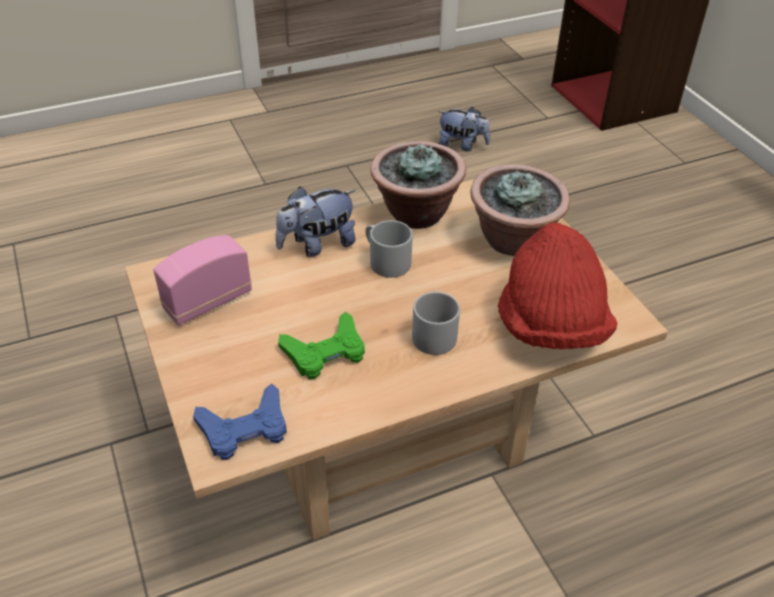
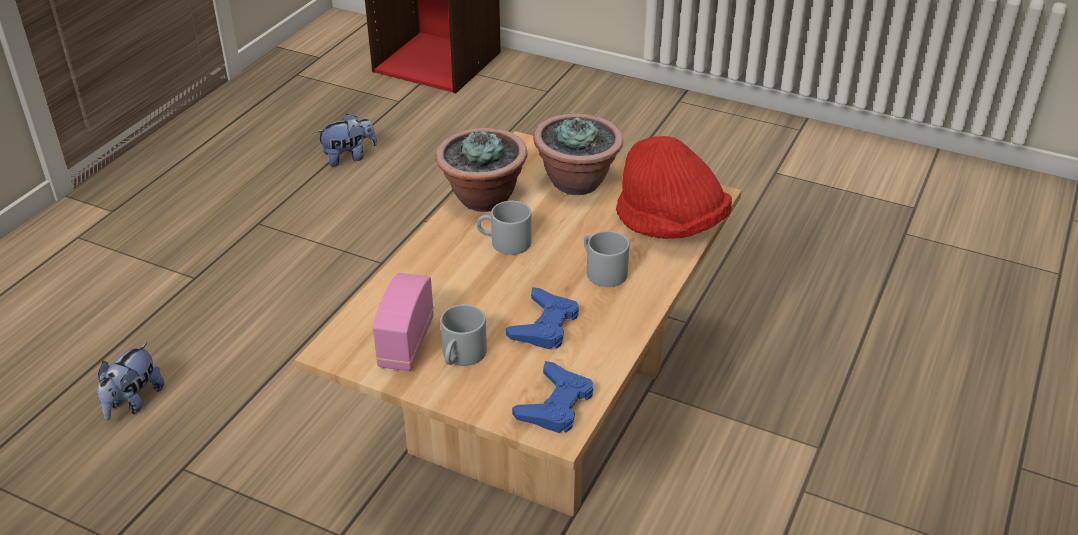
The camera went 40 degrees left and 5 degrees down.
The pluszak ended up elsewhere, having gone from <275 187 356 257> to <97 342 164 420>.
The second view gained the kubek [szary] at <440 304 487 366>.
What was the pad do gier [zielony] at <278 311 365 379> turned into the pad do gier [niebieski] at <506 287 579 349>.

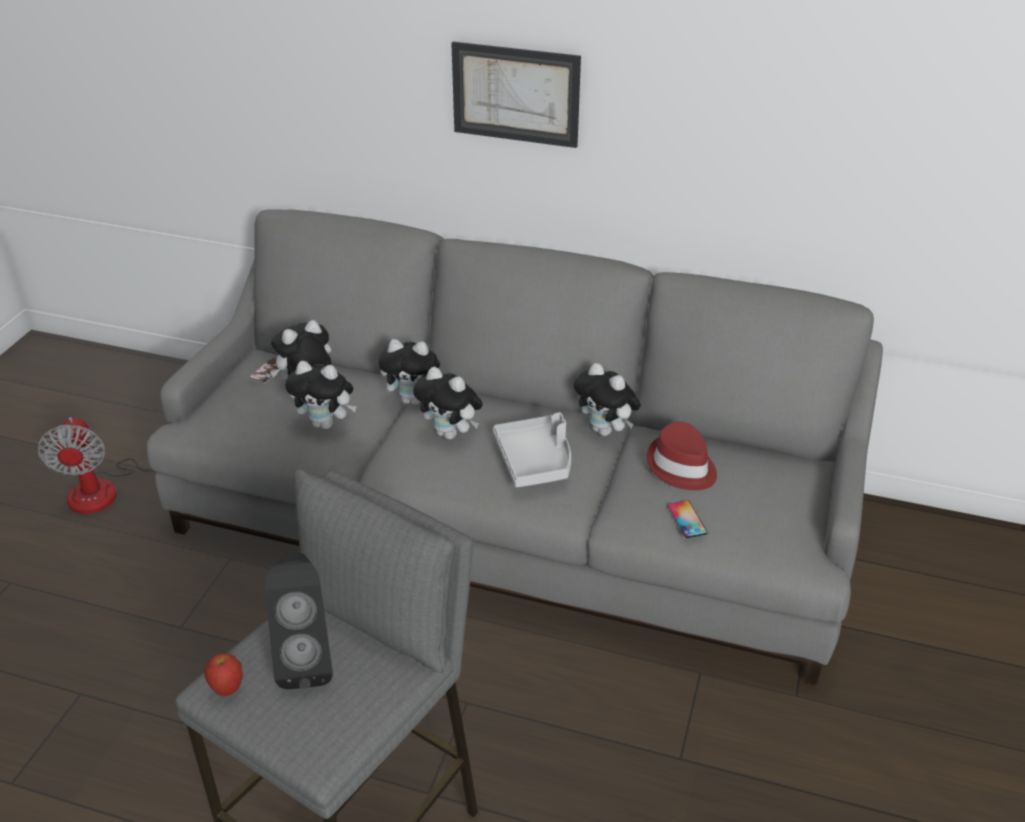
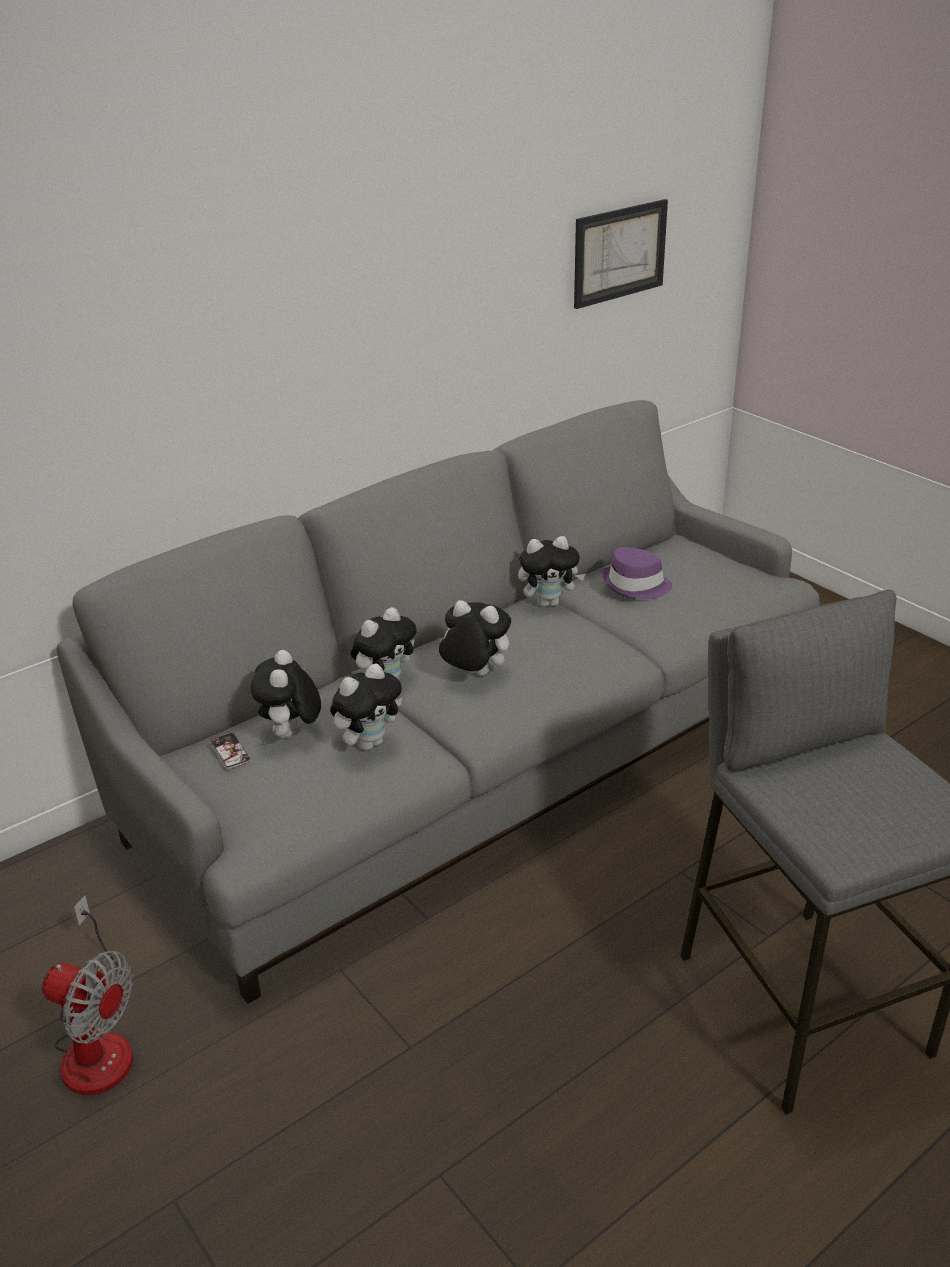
The camera went 55 degrees left and 5 degrees down.
The pluszak at <413 367 483 440> ended up facing another way, 135 degrees counterclockwise from before.
The obraz ended up elsewhere, having gone from <451 42 581 148> to <574 199 668 309>.
What was the kapelusz [czerwony] at <647 422 717 490> turned into the kapelusz [fioletowy] at <602 547 672 599>.
The second view lost the jabłko at <204 653 243 696>.
The second view lost the głośnik [czarny] at <265 552 333 689>.
The second view lost the taca [szary] at <493 412 571 488>.
The second view lost the telefon at <668 500 708 538>.

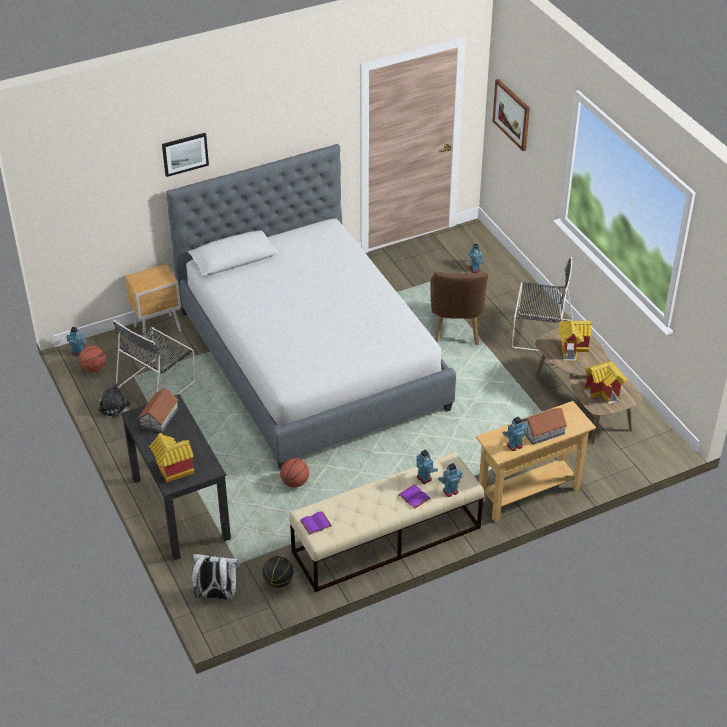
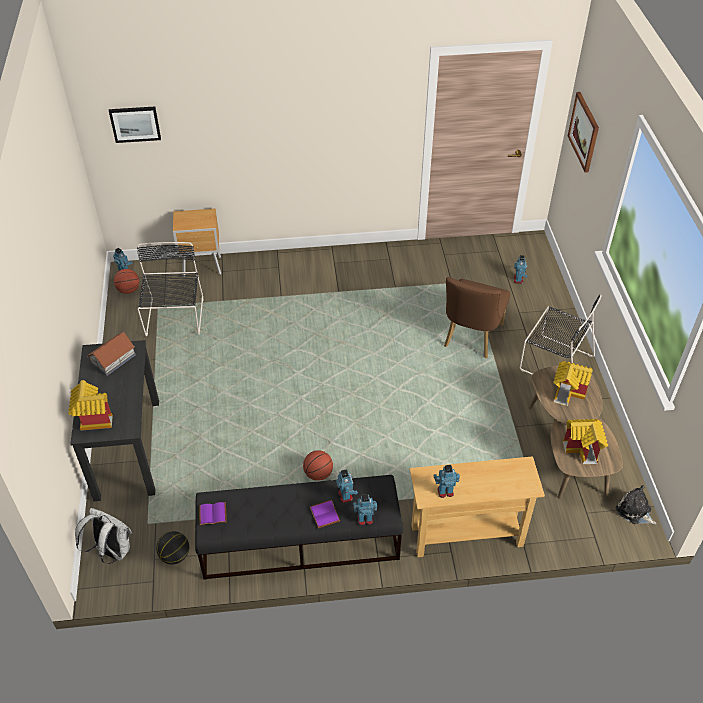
The camera went 20 degrees right and 5 degrees up.
The obraz ended up elsewhere, having gone from <162 133 209 177> to <109 106 161 143>.
The krzesło [czarny] at <113 320 196 394> ended up facing another way, 120 degrees clockwise from before.
What was the ławka [beżowy] at <289 452 484 592> turned into the ławka [czarny] at <195 475 403 580>.
The piłka do koszykówki ended up elsewhere, having gone from <280 458 309 487> to <303 450 333 481>.
The pluszak ended up elsewhere, having gone from <99 383 130 418> to <616 485 657 525>.
The second view lost the łóżko at <166 144 456 469>.
The second view lost the domek at <521 408 567 445>.

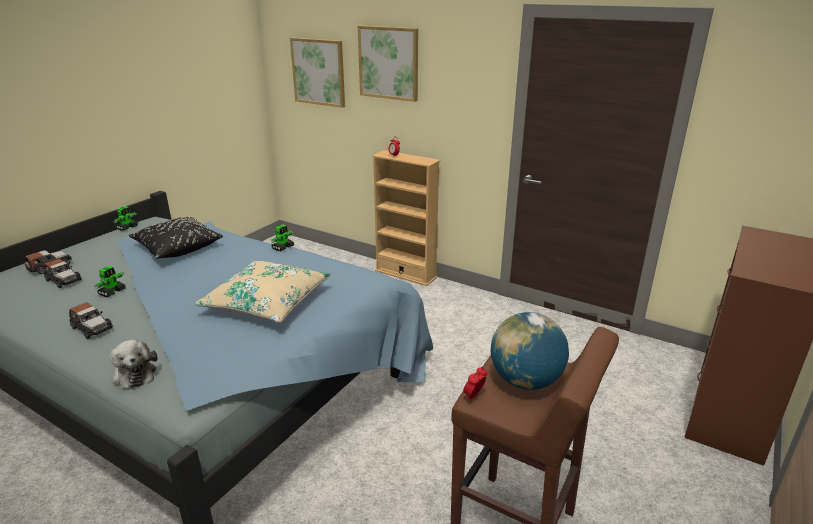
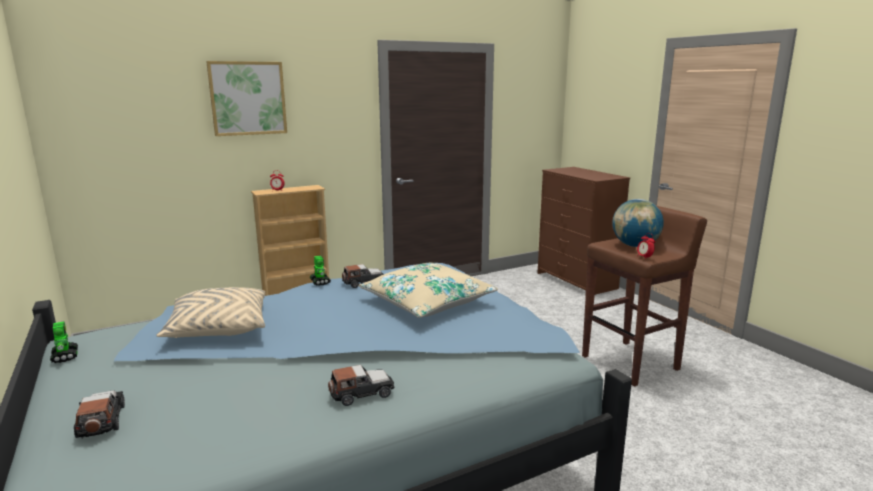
The camera went 60 degrees left and 10 degrees down.
What was the poduszka [czarny] at <129 217 223 259> turned into the poduszka [beżowy] at <156 287 266 338>.
The samochodzik ended up elsewhere, having gone from <44 259 82 288> to <342 264 384 288>.
The second view lost the robot zabawkowy at <95 266 126 297>.
The second view lost the pluszak at <109 340 157 389>.
The second view lost the obraz at <290 38 345 108>.

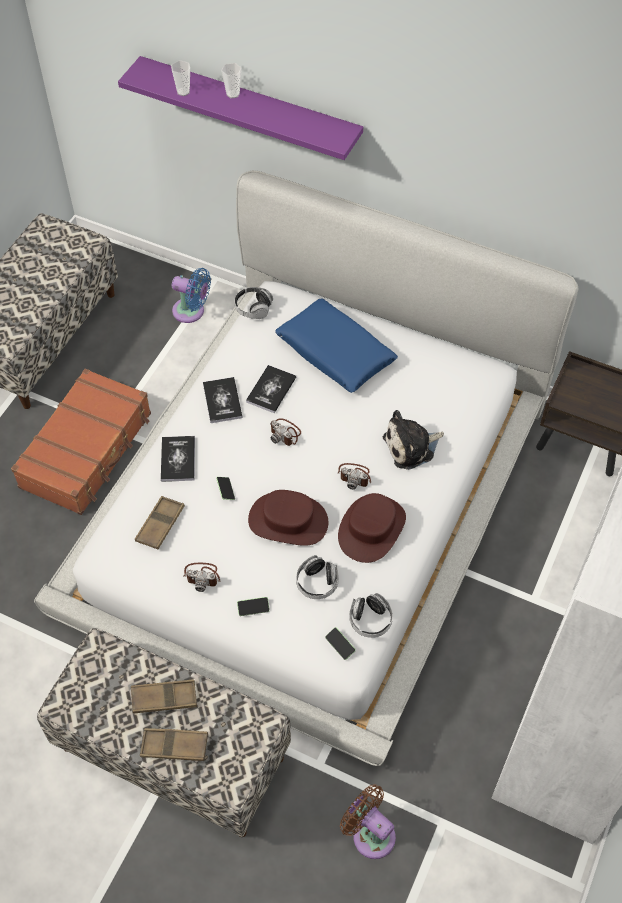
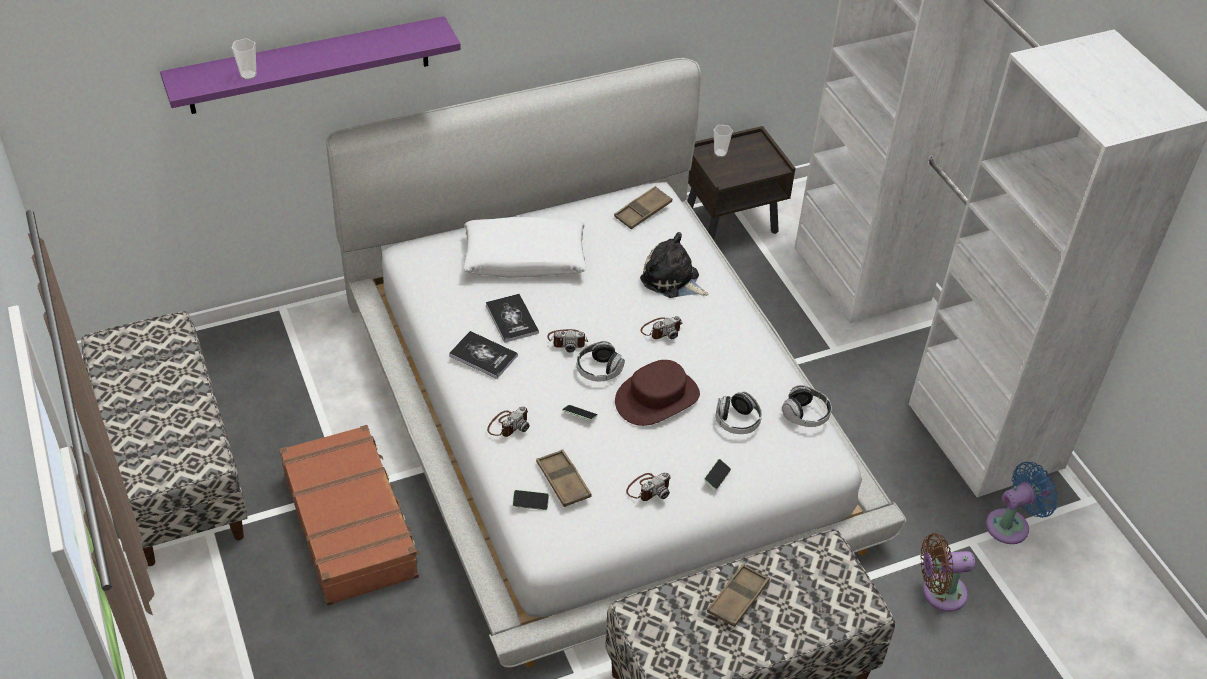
The camera went 50 degrees left and 10 degrees down.
What was the poduszka [niebieski] at <275 299 398 393> turned into the poduszka [biały] at <462 217 587 278>.
Where the książka stood at <161 436 195 482>, the aparat fotograficzny came to stand at <487 406 529 437>.
The telefon ended up elsewhere, having gone from <325 627 356 660> to <512 490 549 510>.
The słuchawki ended up elsewhere, having gone from <234 287 273 319> to <577 341 625 381>.
The taca [brązowy] ended up elsewhere, having gone from <140 728 208 761> to <614 186 672 229>.
The pluszak at <383 410 444 470> ended up facing another way, 105 degrees clockwise from before.
The filiżanka ended up elsewhere, having gone from <221 63 242 99> to <714 125 733 157>.
The wentylator [niebieski] ended up elsewhere, having gone from <172 268 211 323> to <986 462 1058 544>.
The second view lost the kapelusz [brązowy] at <338 493 406 563>.

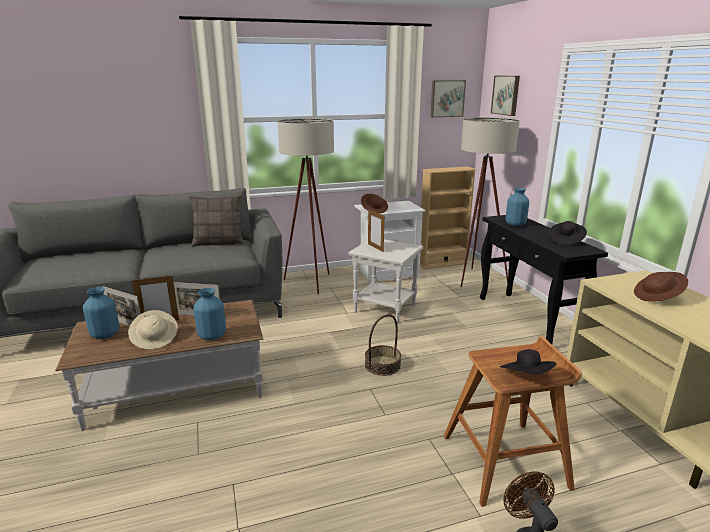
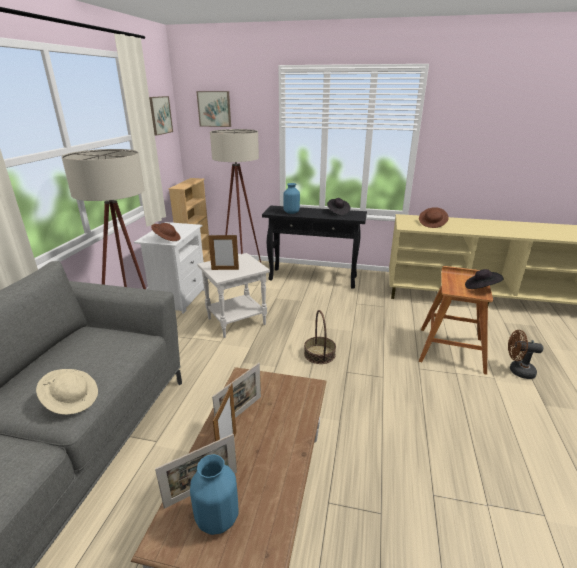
The camera went 60 degrees left and 5 degrees up.
The kapelusz [beżowy] ended up elsewhere, having gone from <128 310 178 350> to <36 369 98 415>.
The second view lost the poduszka at <189 194 244 247>.
The second view lost the wazon [niebieski] at <193 288 226 340>.

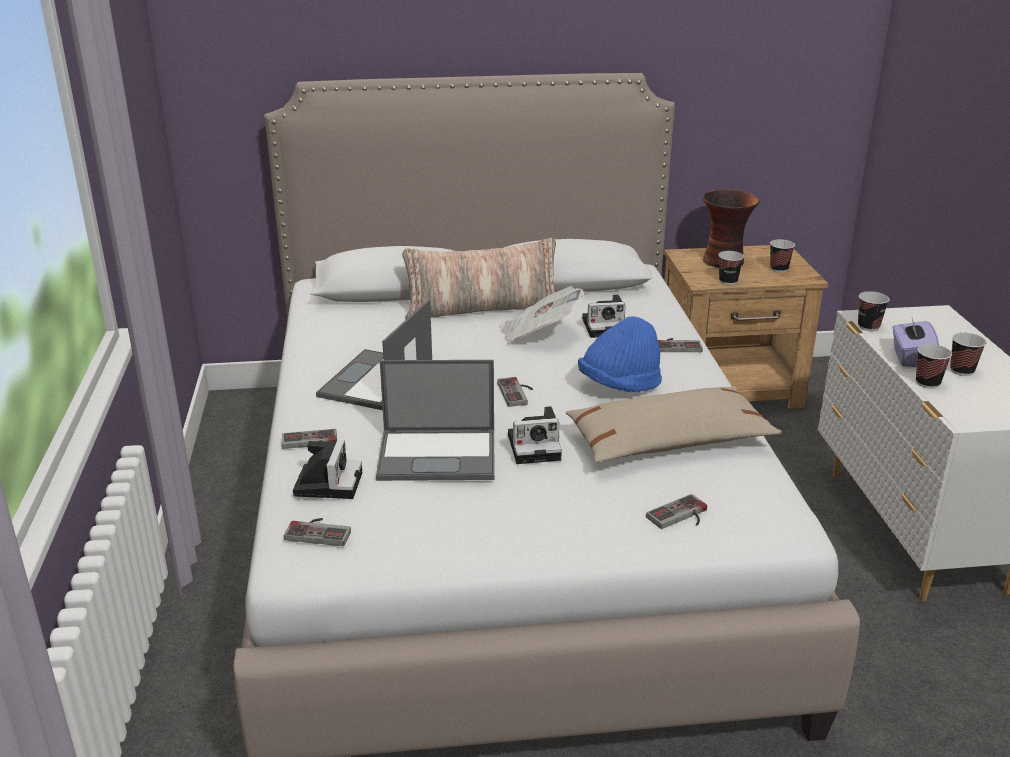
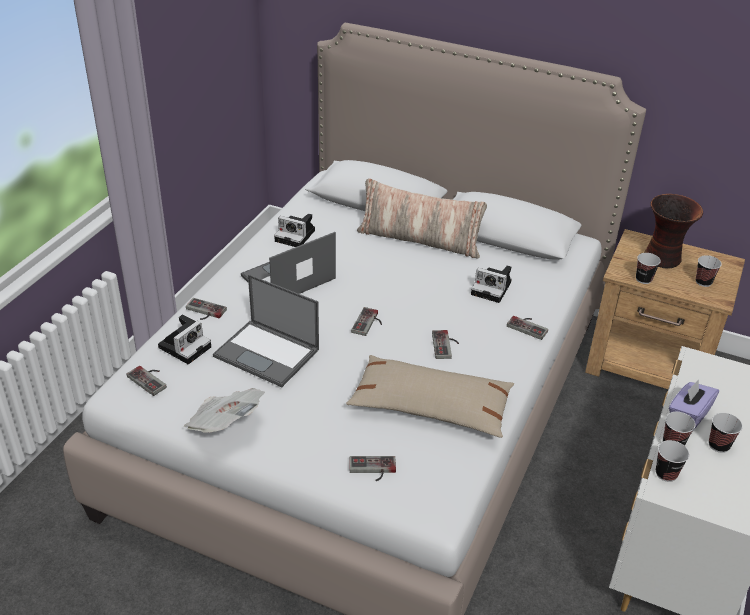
The camera went 30 degrees right and 10 degrees up.
The gazeta ended up elsewhere, having gone from <499 286 584 342> to <183 388 265 433>.
The aparat fotograficzny ended up elsewhere, having gone from <508 406 562 464> to <274 214 315 247>.
Where the kapelusz [niebieski] stood at <578 316 662 392>, the pad do gier came to stand at <432 330 459 359>.
The filiżanka ended up elsewhere, having gone from <858 291 889 331> to <656 440 689 482>.

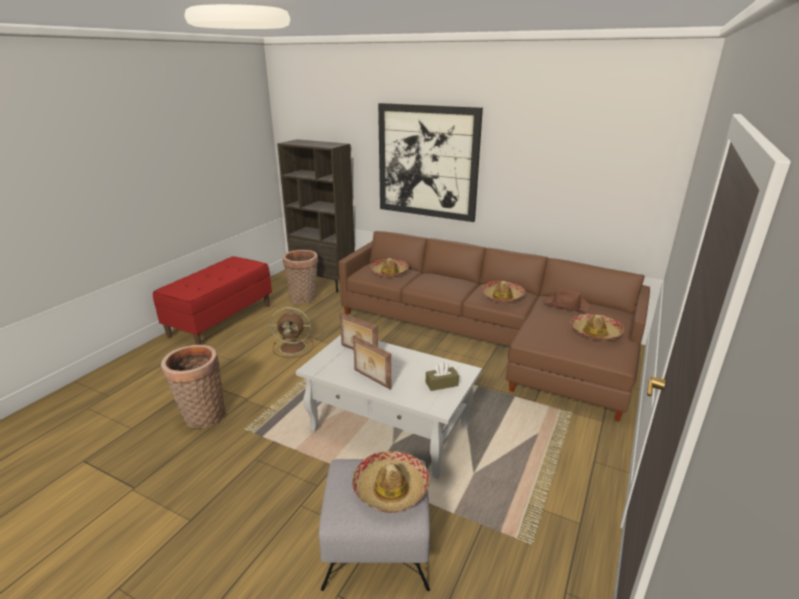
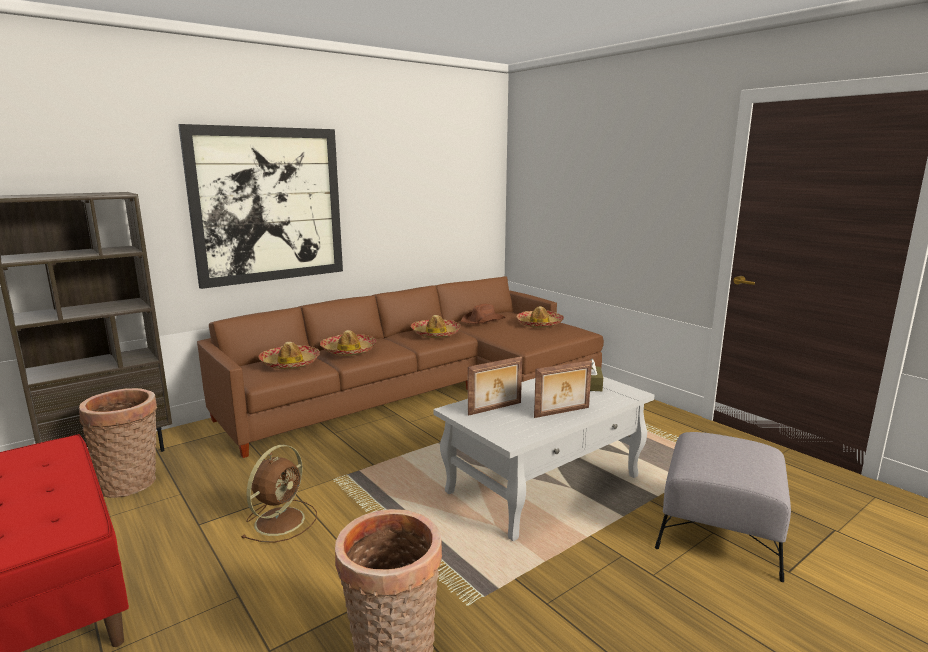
The camera went 65 degrees left and 10 degrees down.
The kapelusz ended up elsewhere, having gone from <352 451 430 513> to <320 330 376 356>.

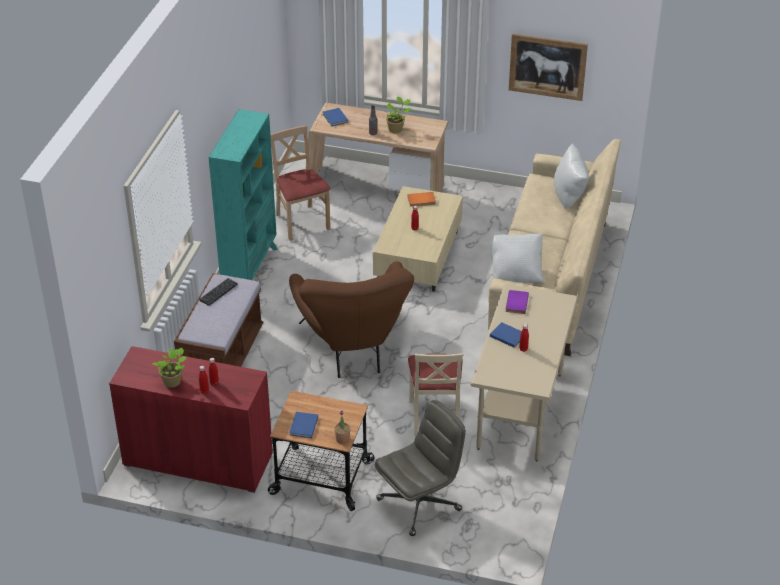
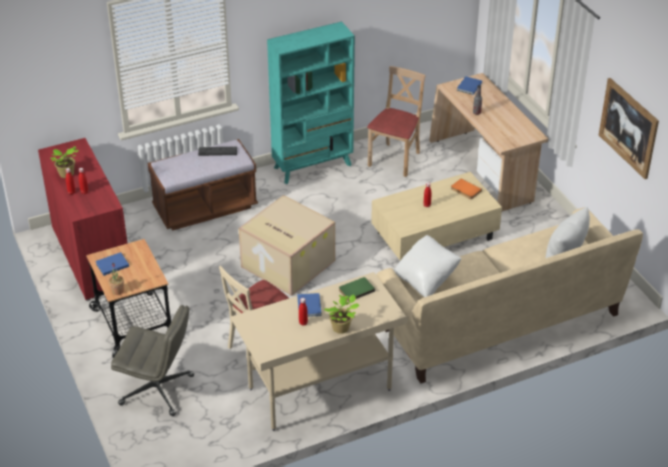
The camera went 50 degrees right and 0 degrees up.
Where the fotel [brązowy] stood at <289 261 414 378>, the karton came to stand at <239 195 335 296>.
The roślina doniczkowa ended up elsewhere, having gone from <384 97 411 133> to <324 294 359 334>.
What was the książka [fioletowy] at <506 290 529 314> turned into the książka [zielony] at <339 277 375 302>.

